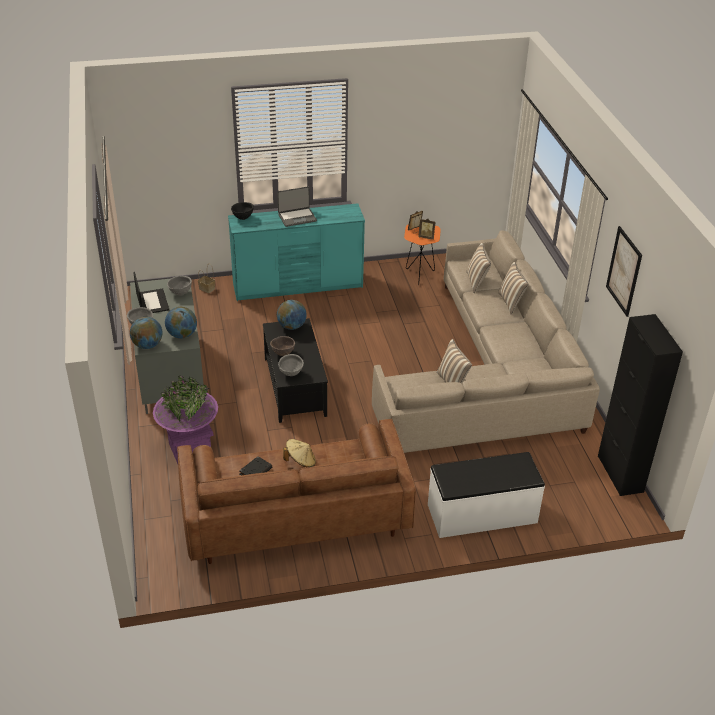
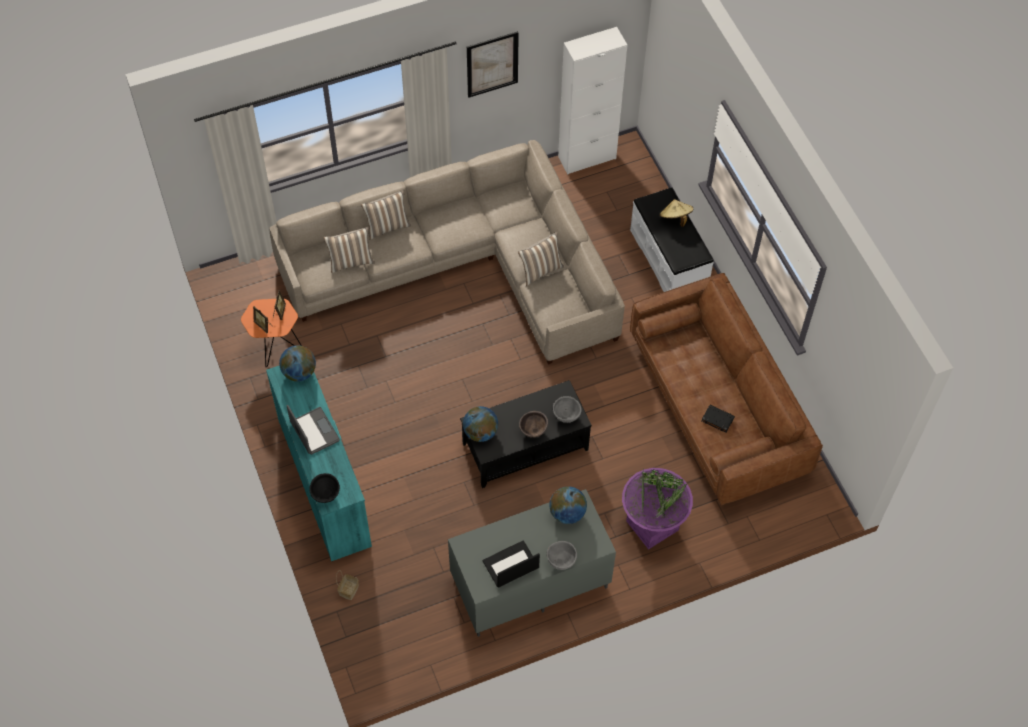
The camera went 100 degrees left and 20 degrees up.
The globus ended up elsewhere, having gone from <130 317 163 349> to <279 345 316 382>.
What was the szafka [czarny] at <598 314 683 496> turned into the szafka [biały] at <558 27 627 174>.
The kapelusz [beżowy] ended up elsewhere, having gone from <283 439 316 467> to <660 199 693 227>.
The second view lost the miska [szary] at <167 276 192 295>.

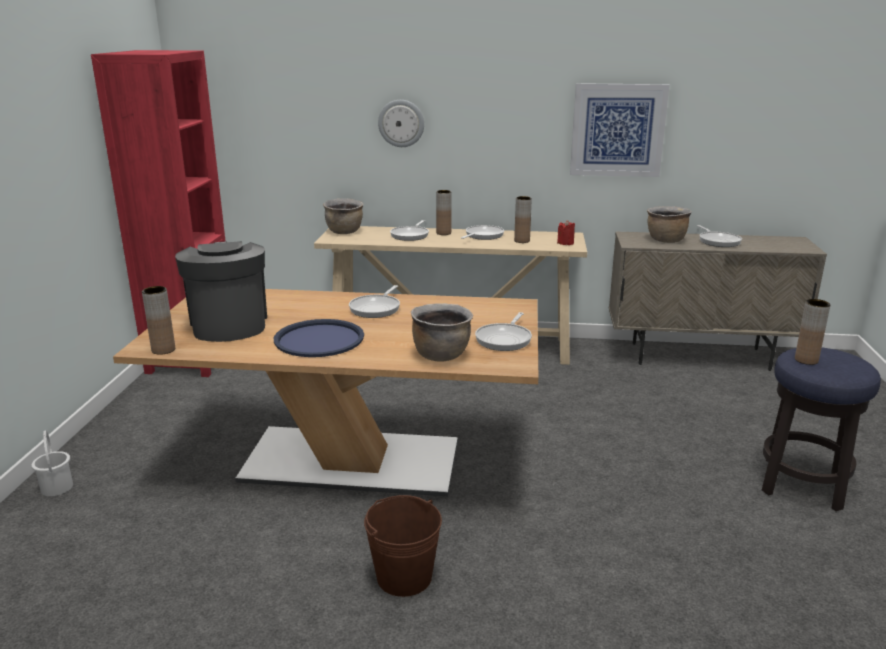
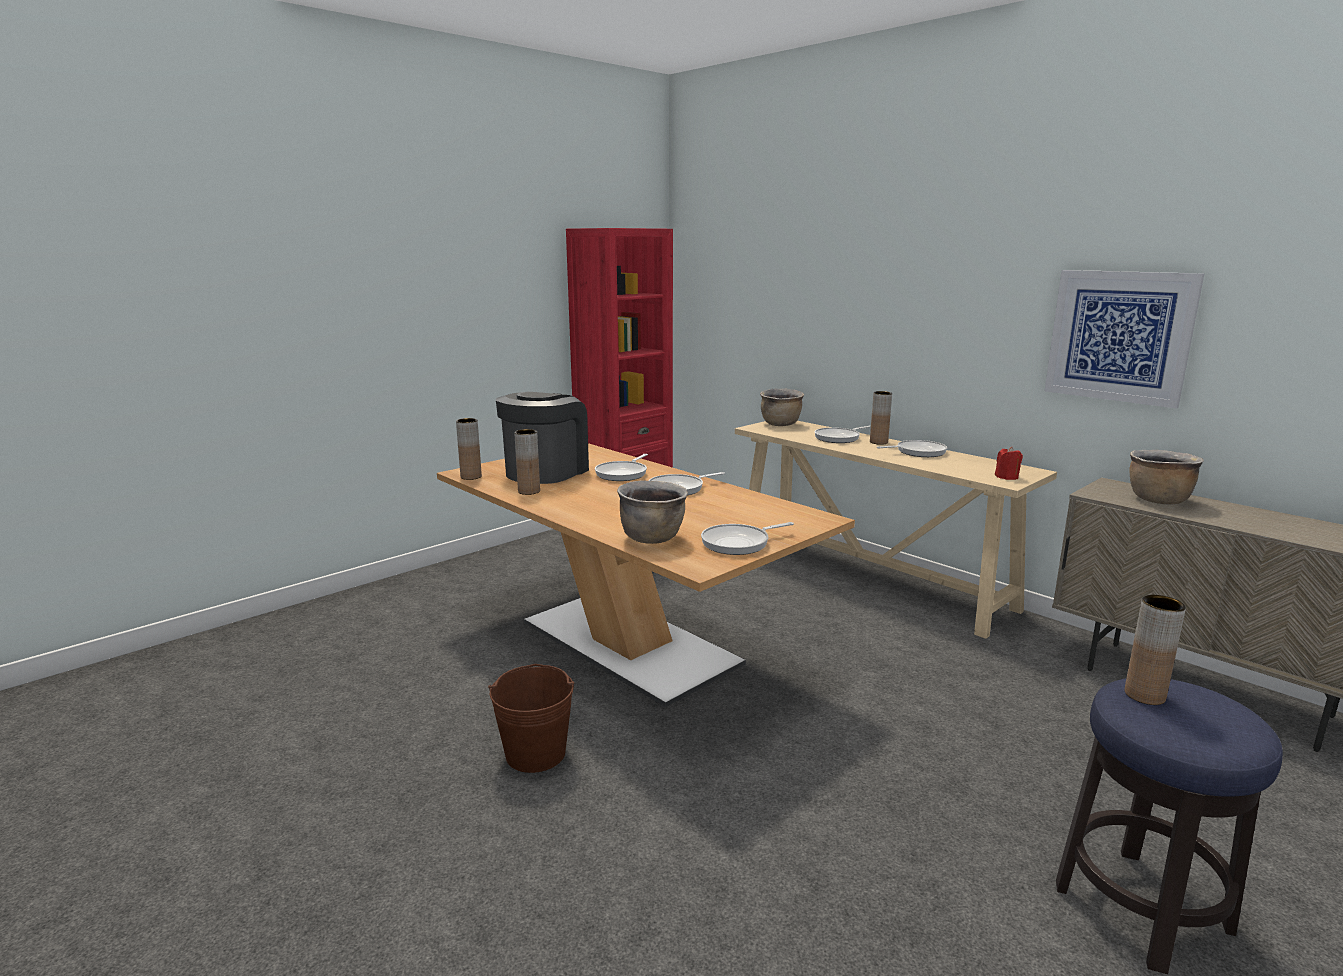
The camera went 40 degrees right and 5 degrees down.
The wazon [brązowy] ended up elsewhere, having gone from <514 196 532 243> to <514 429 540 495>.
The patelnia ended up elsewhere, having gone from <697 225 742 247> to <595 454 648 481>.
The second view lost the wiadro [biały] at <31 430 73 496>.
The second view lost the taca [niebieski] at <274 319 364 357>.
The second view lost the zegar ścienny at <378 100 424 147>.

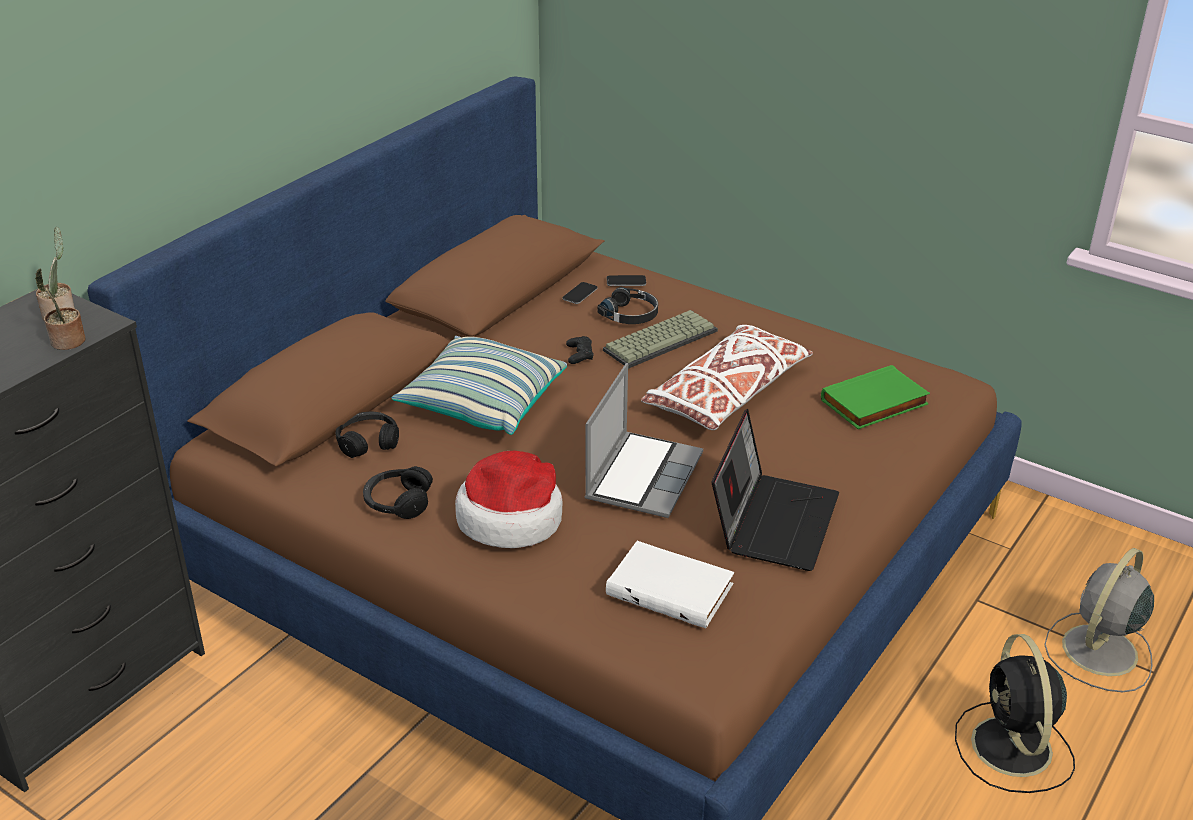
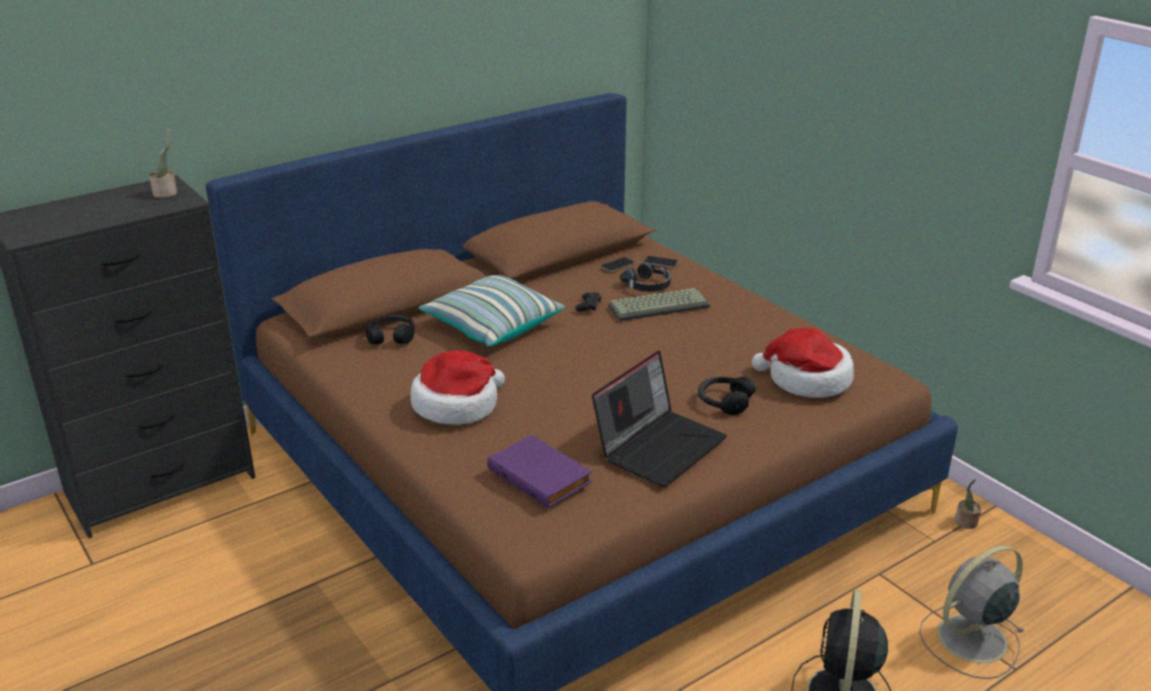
The camera went 20 degrees right and 5 degrees down.
What was the książka [biały] at <606 541 734 628> turned into the książka [fioletowy] at <487 435 592 508>.
The słuchawki [czarny] ended up elsewhere, having gone from <363 466 433 519> to <698 377 756 415>.
Where the książka [zielony] stood at <821 365 930 429>, the kapelusz came to stand at <752 328 854 398>.
The roślina doniczkowa ended up elsewhere, having gone from <35 268 86 350> to <955 479 981 529>.
The second view lost the laptop at <585 363 703 518>.
The second view lost the poduszka [biały] at <641 324 813 430>.

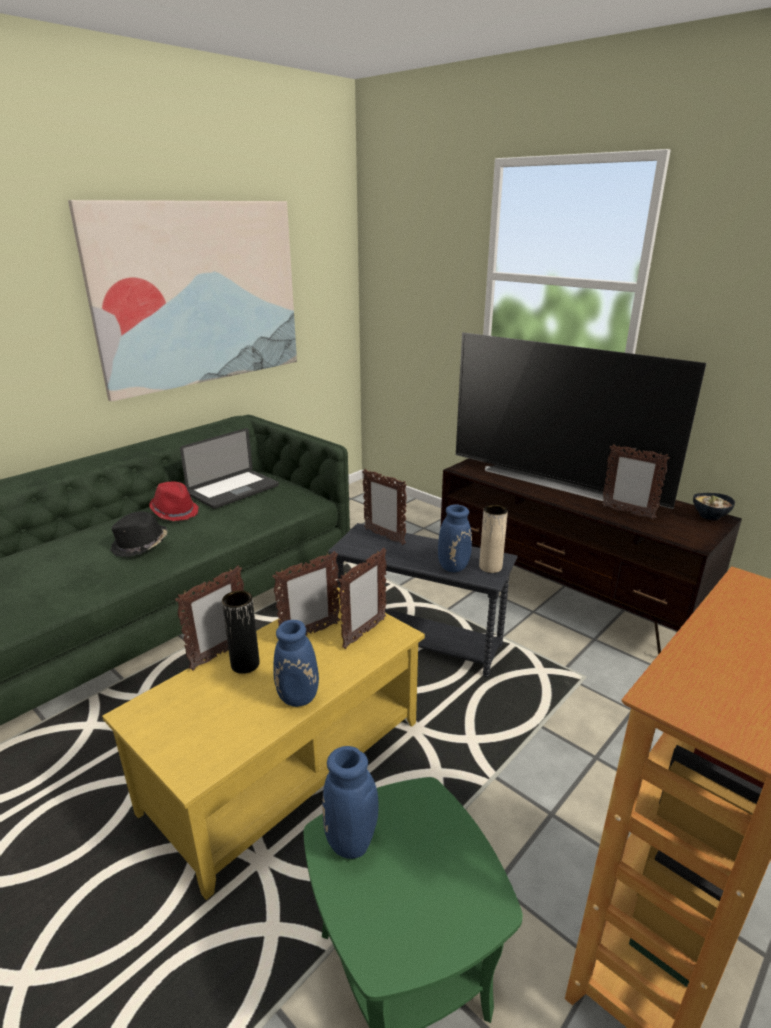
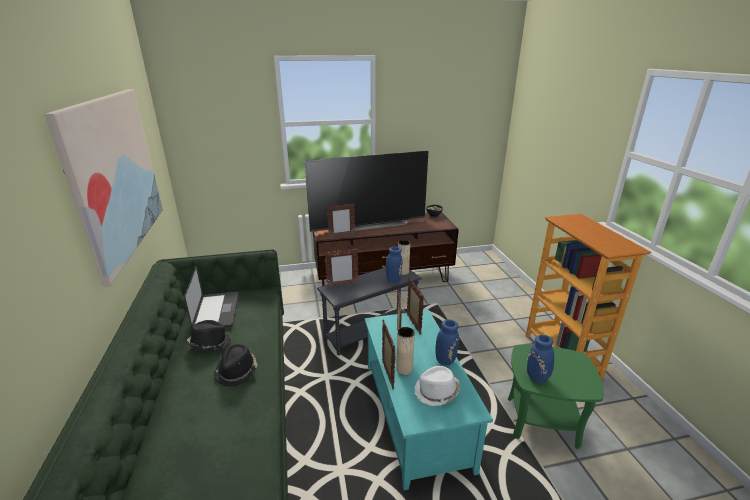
The camera went 55 degrees left and 0 degrees up.
What was the kapelusz [czerwony] at <149 482 199 521> turned into the kapelusz [czarny] at <186 320 231 350>.
The ramka na zdjęcie ended up elsewhere, having gone from <601 444 670 520> to <327 203 355 238>.
What was the ława [żółty] at <102 587 425 900> turned into the ława [turkusowy] at <365 310 493 490>.
What was the wazon [czarny] at <222 590 260 674> turned into the wazon [beżowy] at <396 327 415 375>.
The second view gained the kapelusz [biały] at <415 366 460 406>.

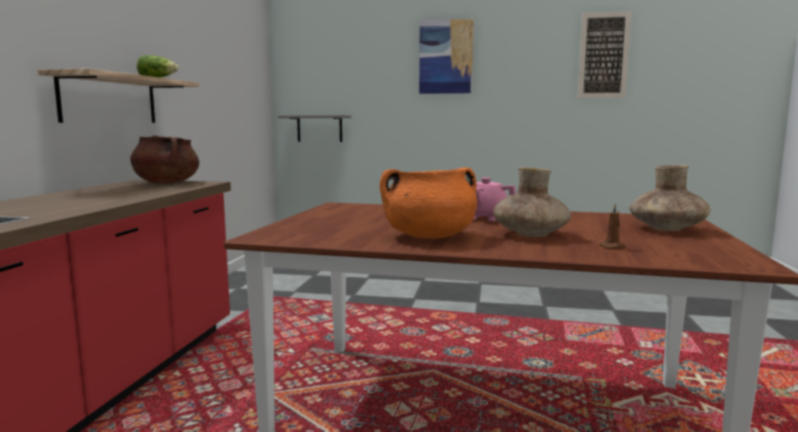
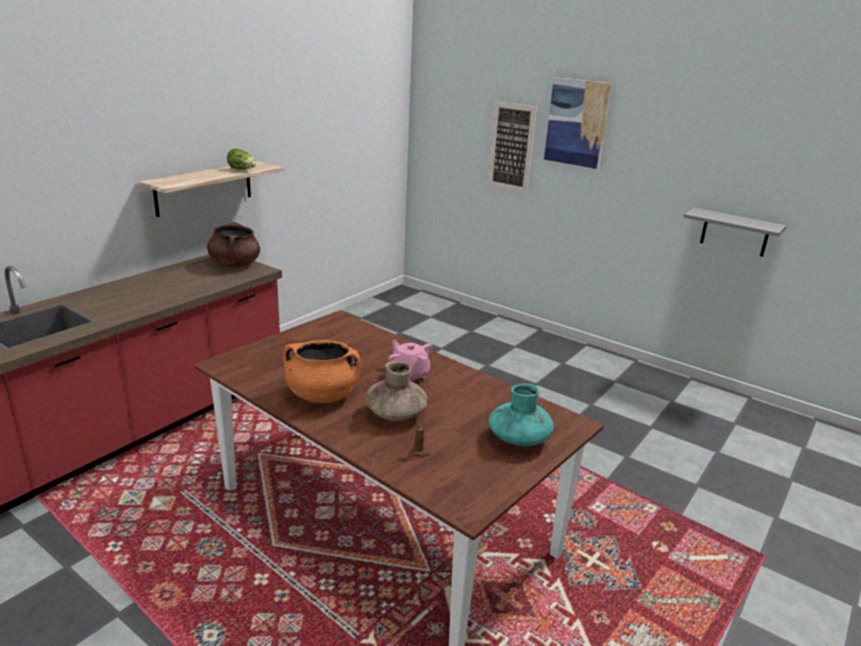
The camera went 25 degrees right and 15 degrees up.
The obraz ended up elsewhere, having gone from <578 11 632 98> to <487 101 537 193>.
What was the wazon [brązowy] at <630 165 711 231> turned into the wazon [turkusowy] at <489 384 554 446>.
The półka [szary] ended up elsewhere, having gone from <278 115 351 142> to <684 208 787 257>.

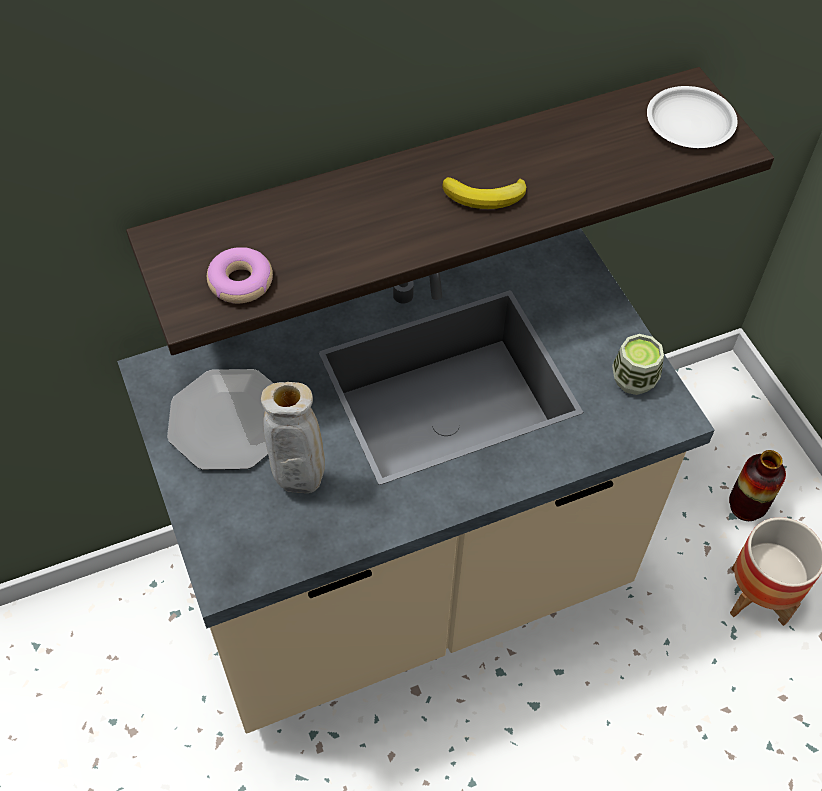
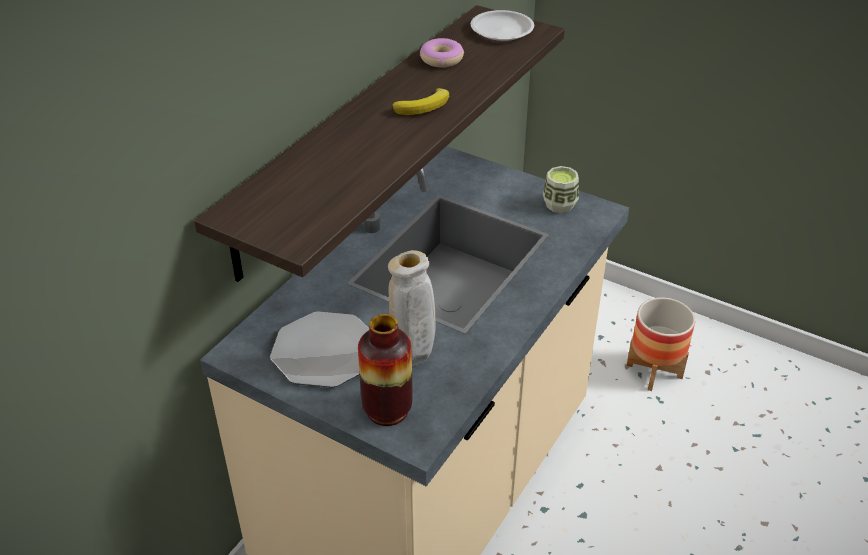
The camera went 35 degrees left and 15 degrees down.
The wazon ended up elsewhere, having gone from <729 450 786 521> to <358 314 413 426>.
The donut ended up elsewhere, having gone from <207 247 273 303> to <420 38 464 68>.

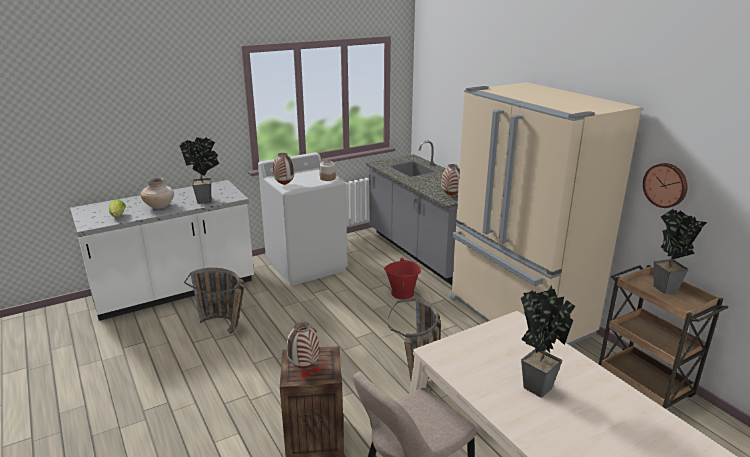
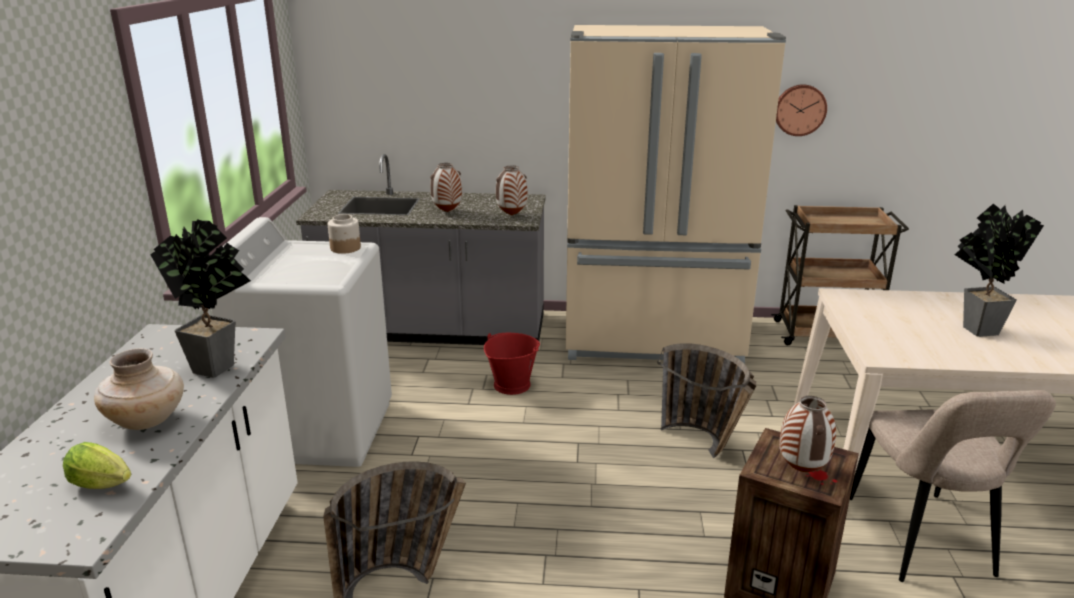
The camera went 55 degrees left and 0 degrees up.
The wazon ended up elsewhere, having gone from <273 153 294 185> to <430 163 462 212>.
The second view lost the roślina doniczkowa at <654 209 707 294>.

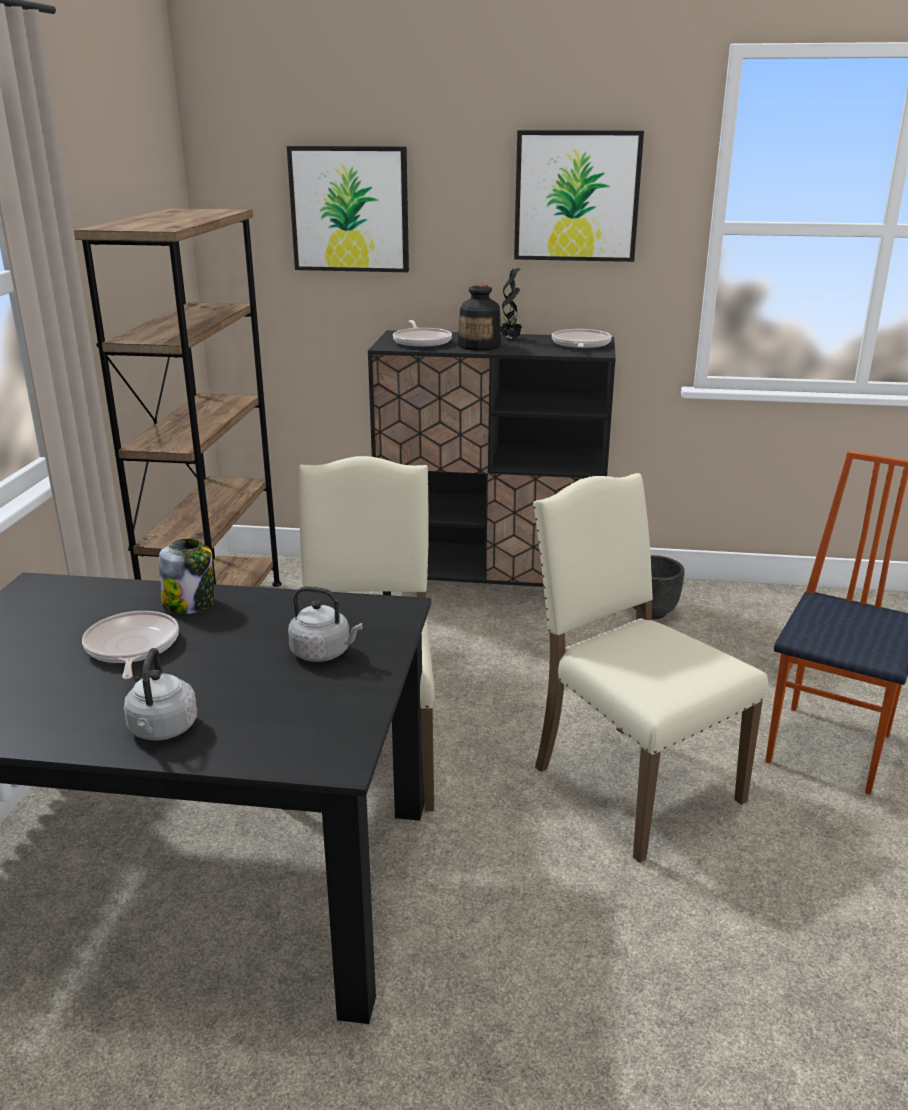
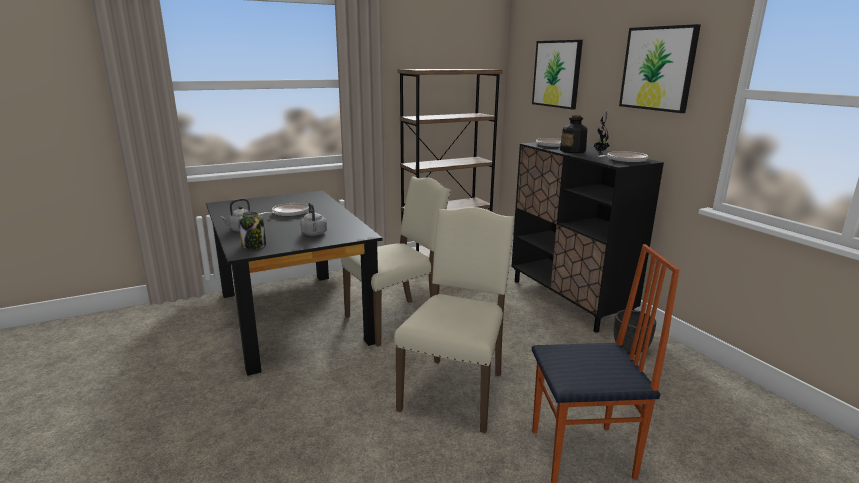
The camera went 55 degrees right and 5 degrees down.
The słoik ended up elsewhere, having gone from <159 538 214 614> to <238 211 266 249>.

